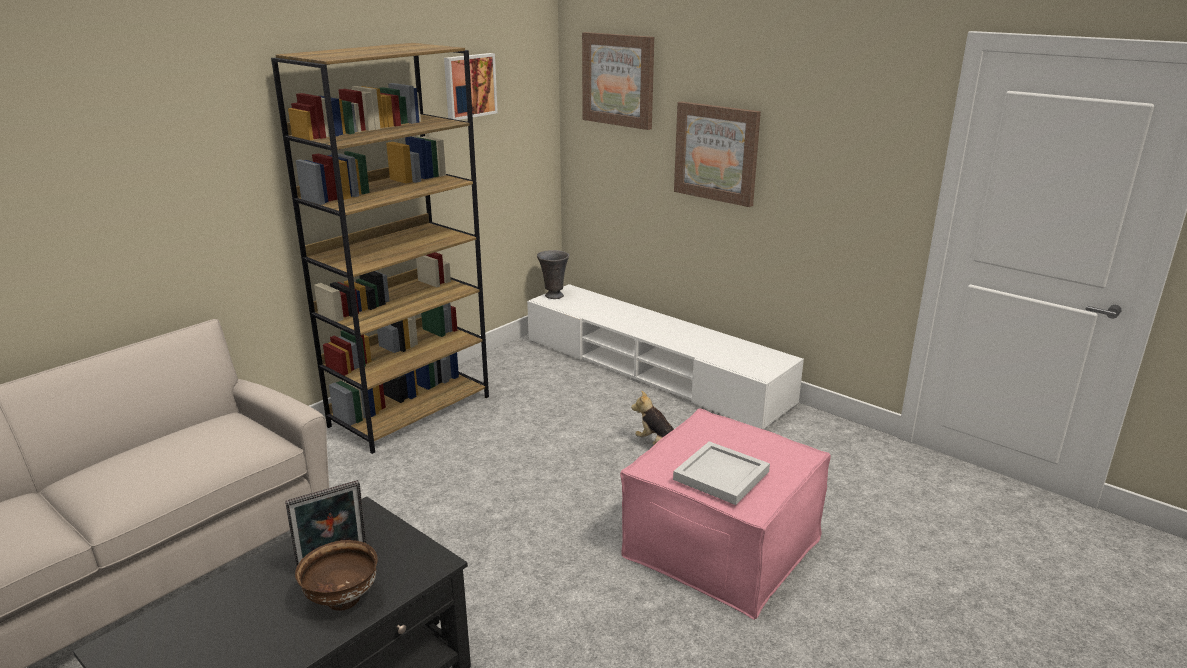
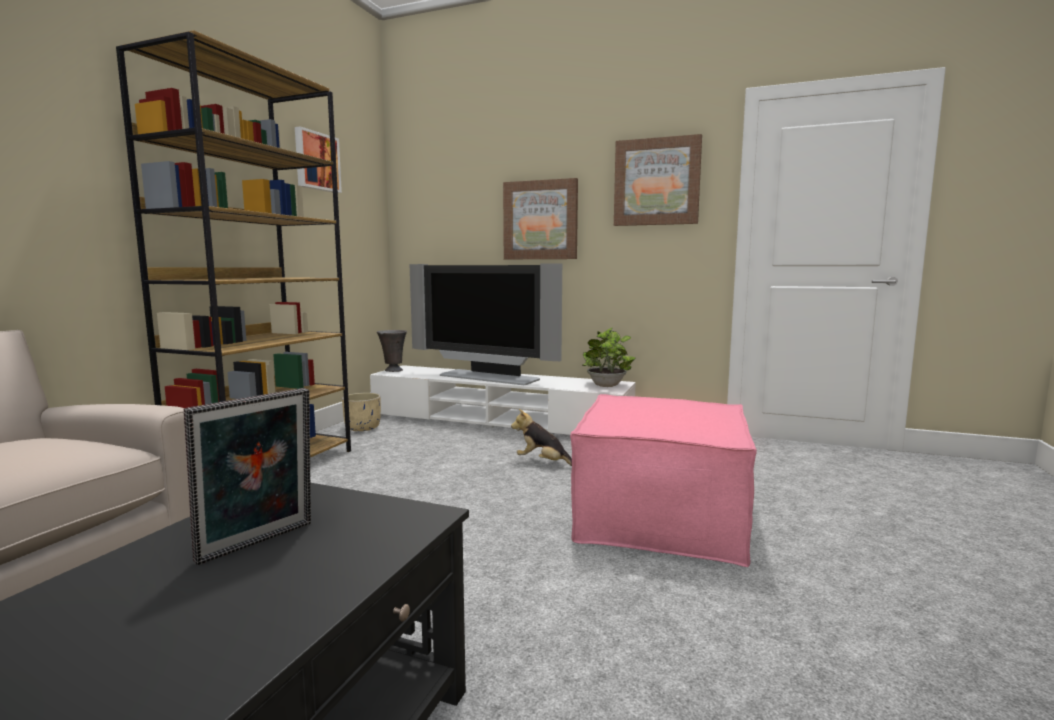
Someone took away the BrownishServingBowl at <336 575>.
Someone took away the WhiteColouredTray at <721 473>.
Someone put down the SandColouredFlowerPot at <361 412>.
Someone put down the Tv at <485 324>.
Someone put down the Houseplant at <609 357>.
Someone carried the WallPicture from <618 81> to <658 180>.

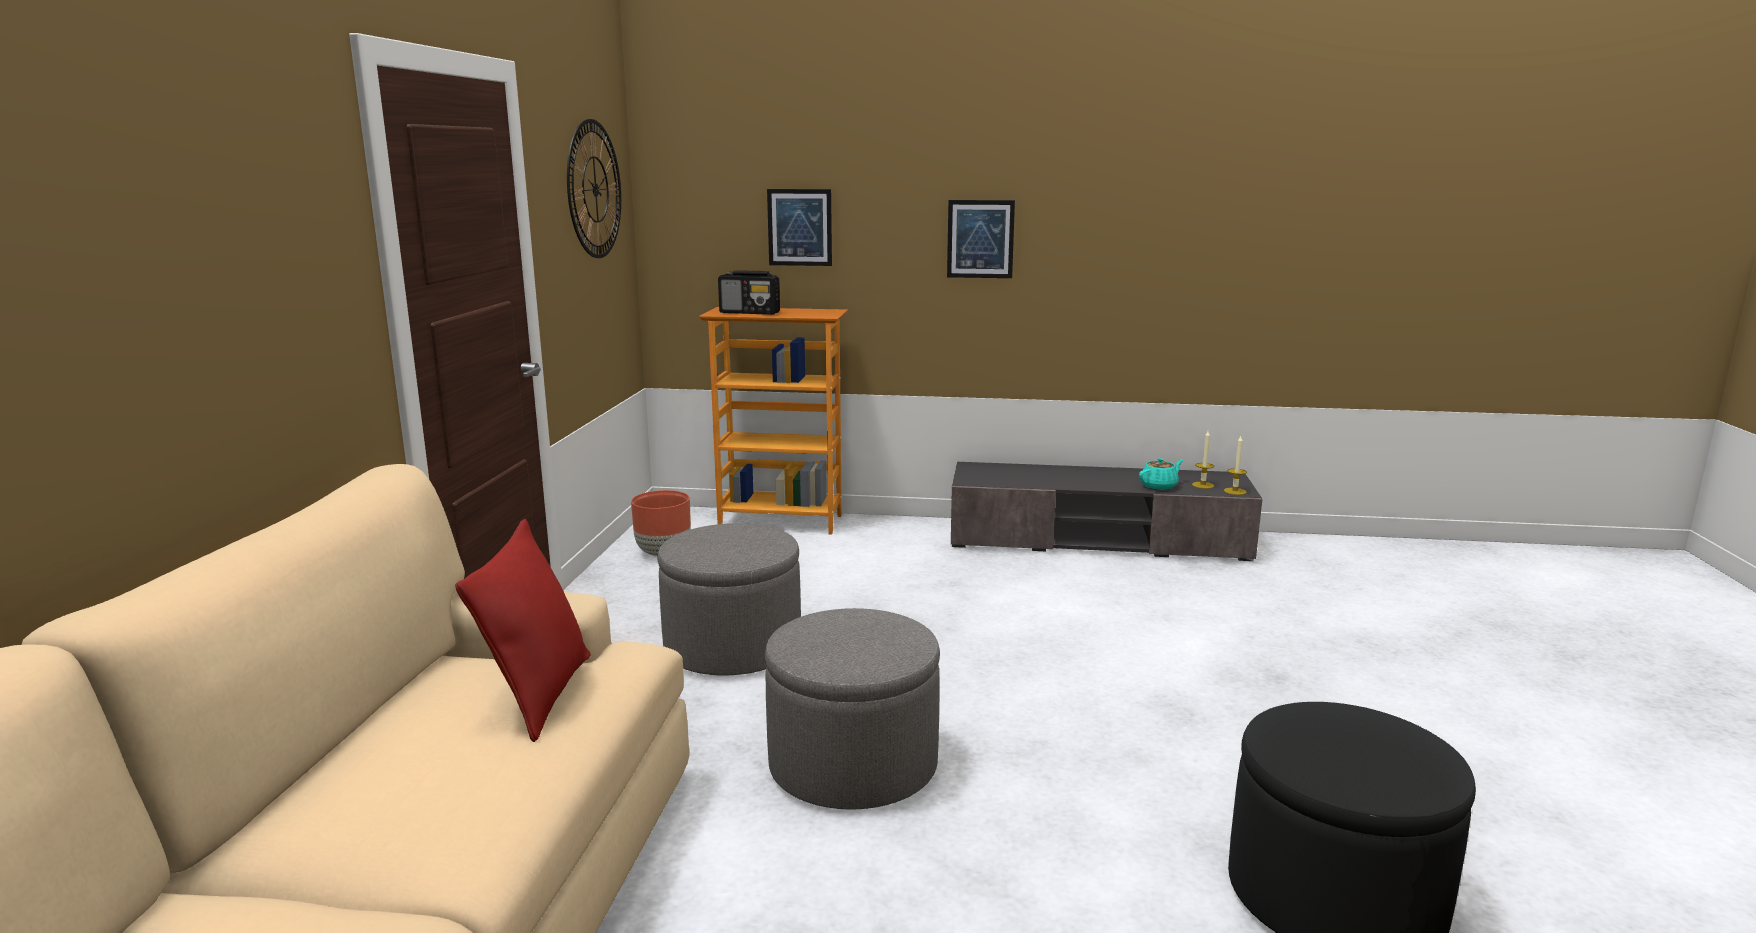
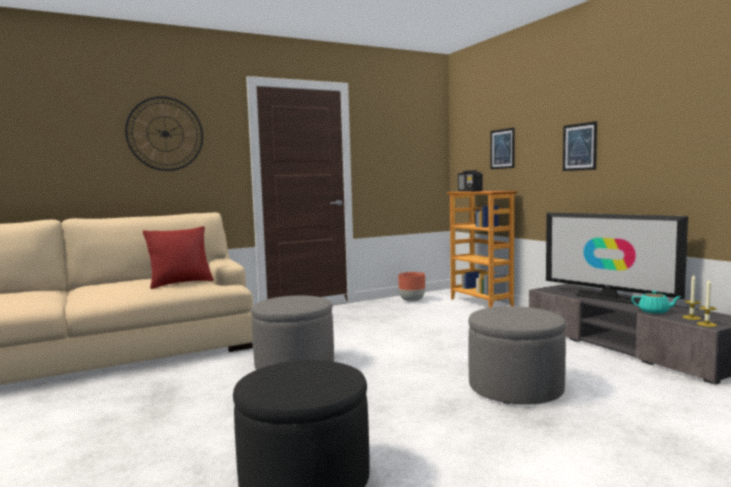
Someone put down the Tv at <617 258>.
Someone carried the WallClock from <594 188> to <164 133>.
Someone carried the GreyishFootrest from <729 599> to <517 355>.

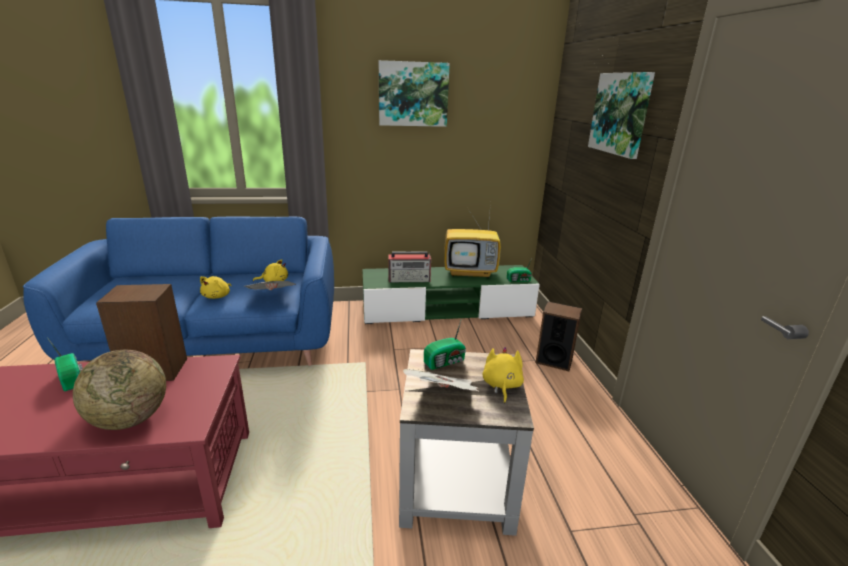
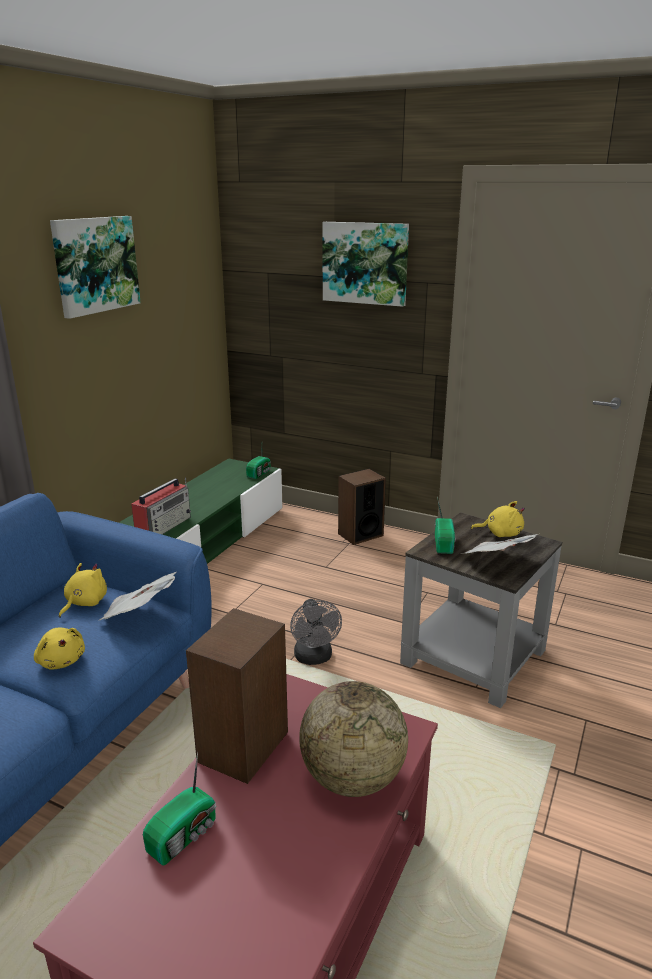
Someone took away the Tv at <472 240>.
Someone put down the GreyishFan at <316 632>.
Someone rotated the RadioSet at <65 364> by 135 degrees clockwise.
Someone rotated the YellowPlushToy at <503 375> by 150 degrees clockwise.

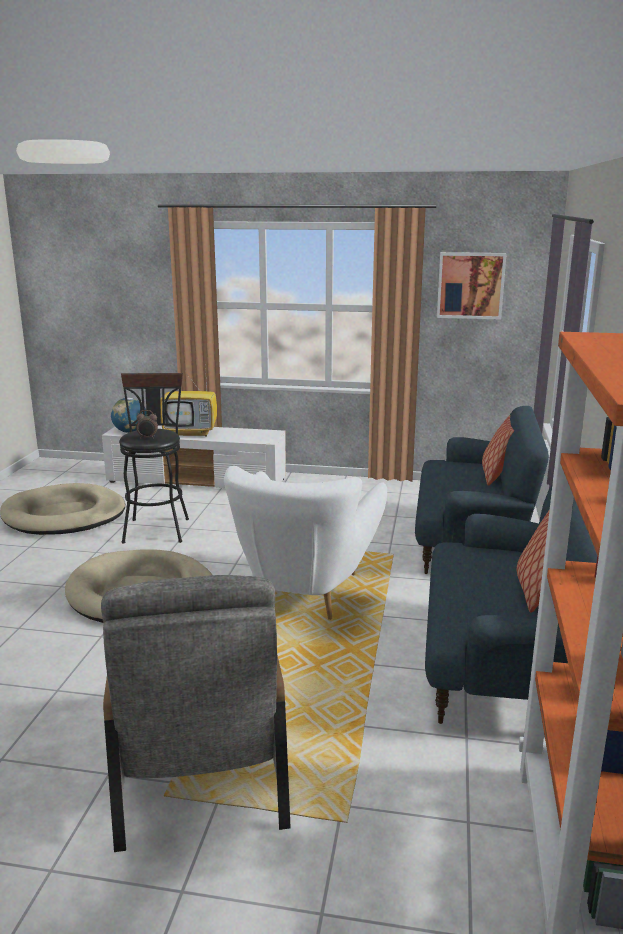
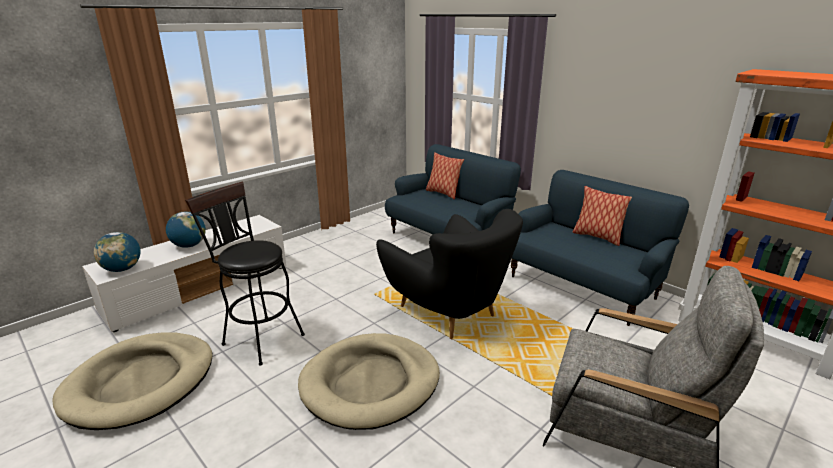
Someone took away the TableClock at <147 424>.
Someone took away the WallPicture at <472 285>.
Someone swapped the Tv at <188 401> for the WorldGlobe at <186 230>.
Someone repainted the WhiteColouredLoungeChair at <305 543>, which became the BlackColouredLoungeChair at <449 274>.

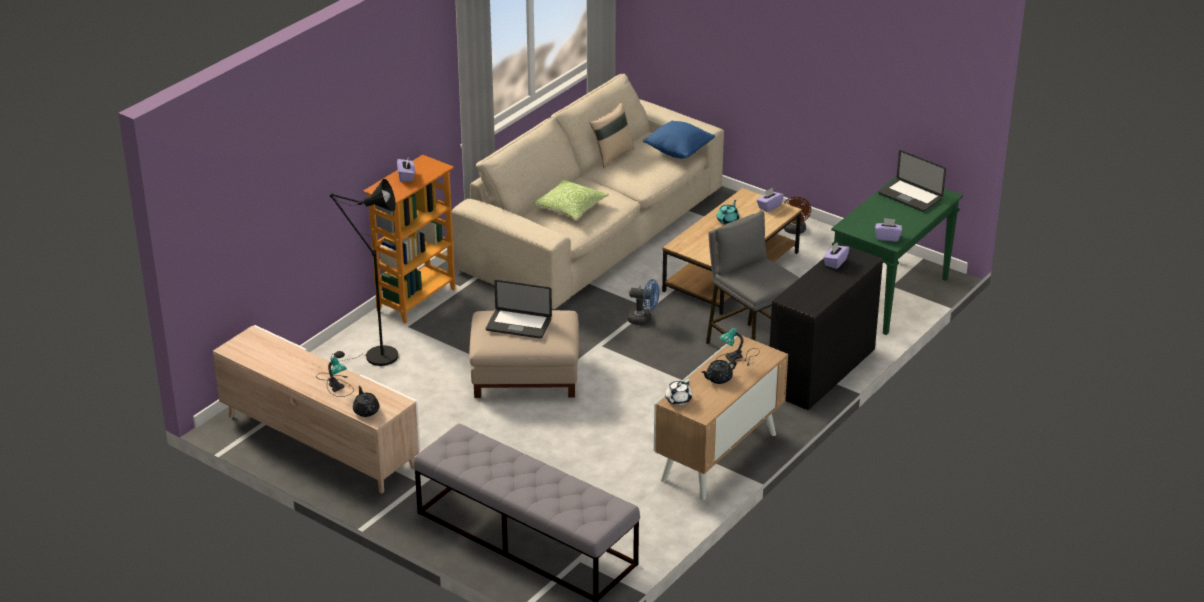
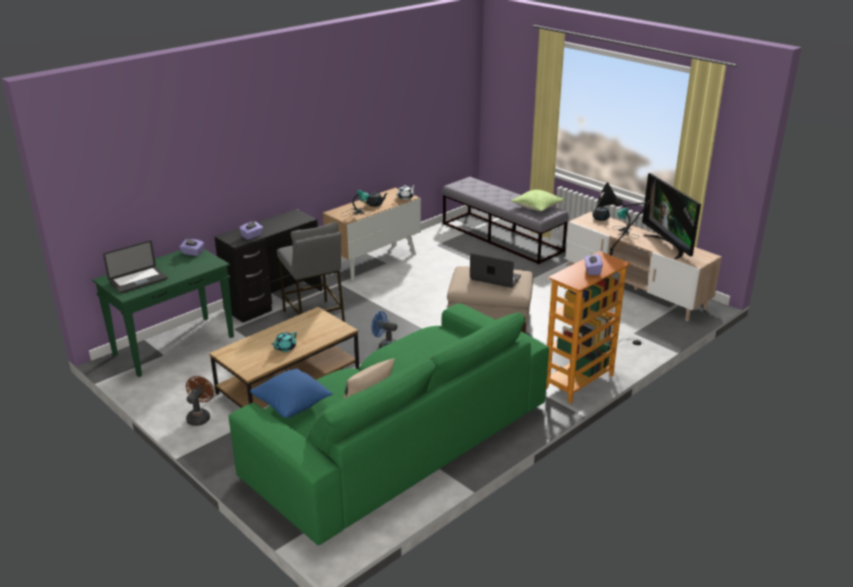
Someone took away the PurpleTissueHolder at <770 200>.
Someone put down the Tv at <671 216>.
Someone carried the Pillow from <570 199> to <537 200>.
Someone repainted the SandColouredSettee at <588 191>, which became the GreenishSettee at <389 424>.
Someone rotated the Laptop at <912 181> by 90 degrees clockwise.

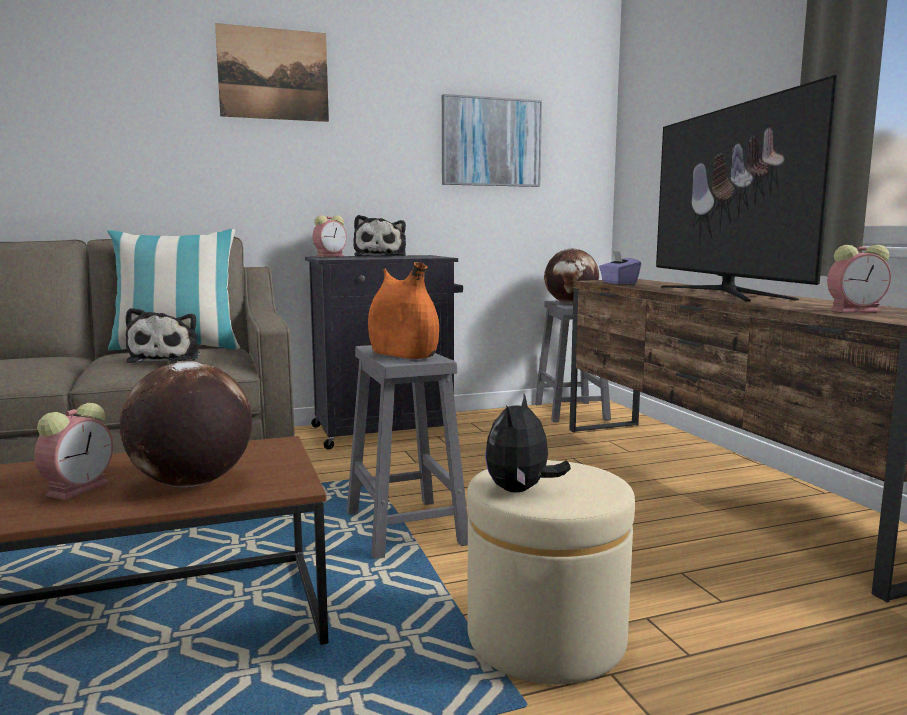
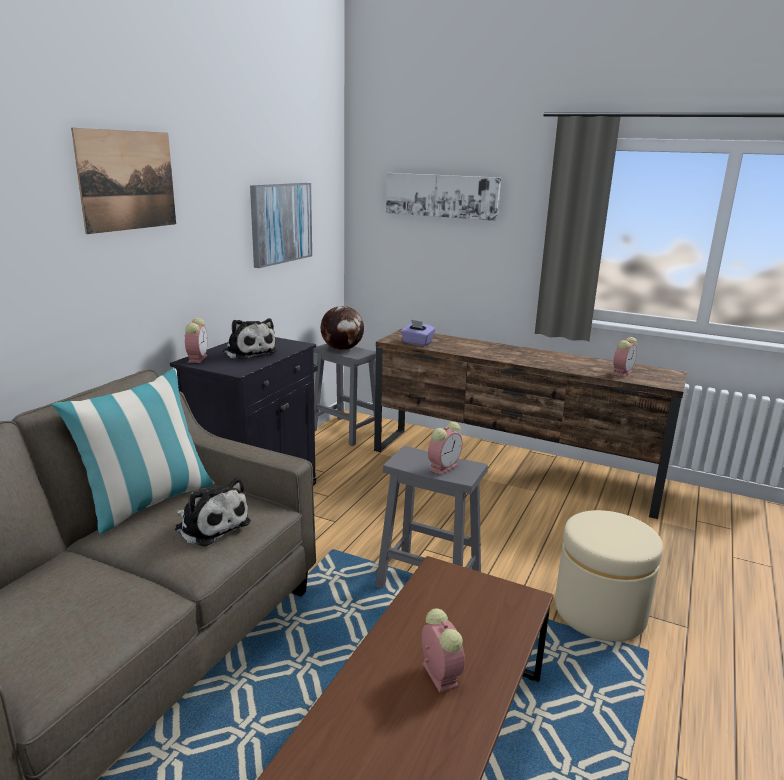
Someone took away the WorldGlobe at <185 424>.
Someone took away the PlushToy at <528 443>.
Someone took away the Tv at <747 188>.
Someone put up the WallPicture at <443 197>.
Someone swapped the OrangeColouredVase at <403 310> for the TableClock at <445 448>.

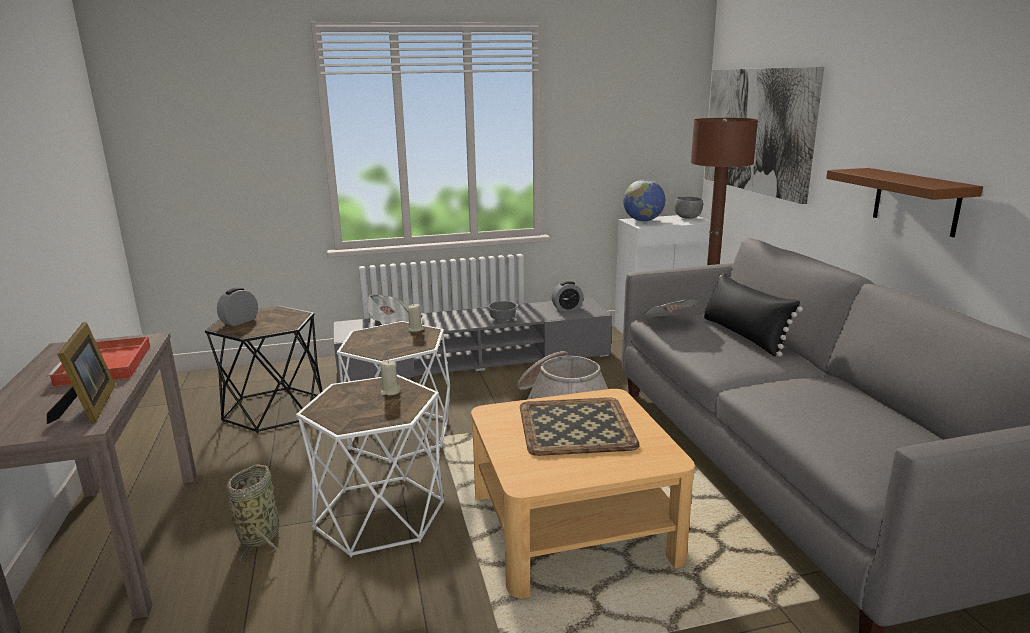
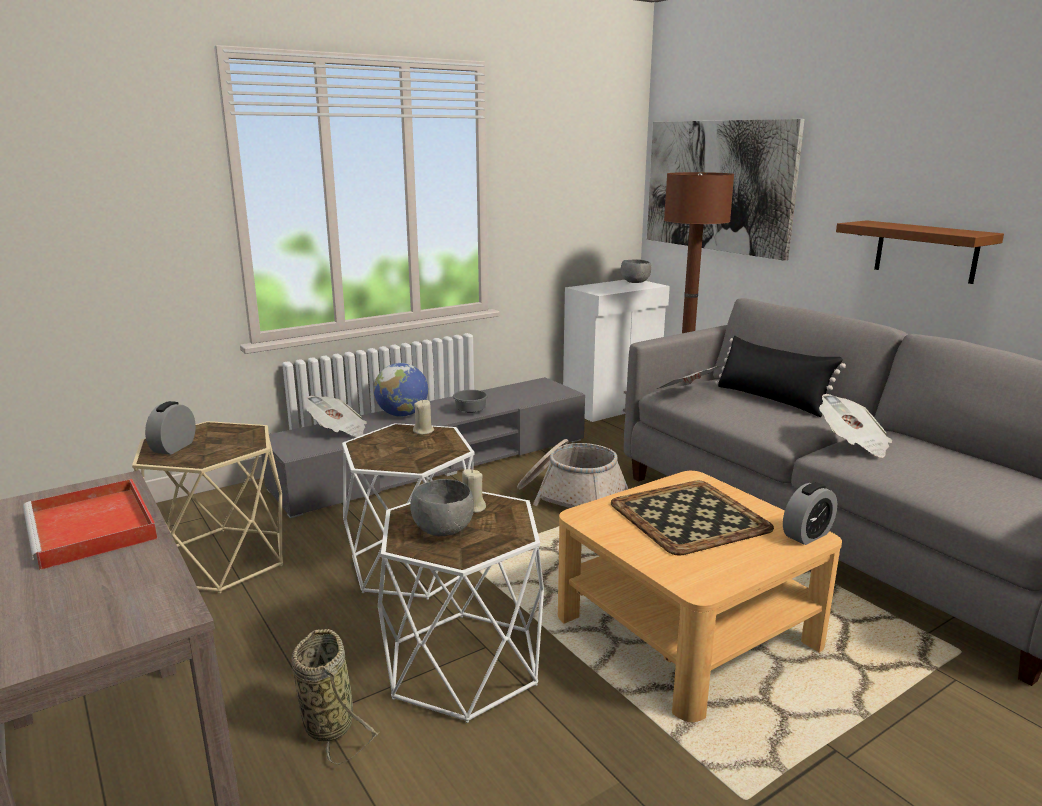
Someone took away the PictureFrame at <81 373>.
Someone put down the GreyishServingBowl at <442 507>.
Someone put down the DailyPaper at <855 426>.
Someone carried the TableClock from <568 296> to <810 513>.
Someone carried the WorldGlobe from <644 200> to <401 390>.
Someone repainted the BlackColouredAccentTable at <263 369>, which became the SandColouredAccentTable at <207 507>.

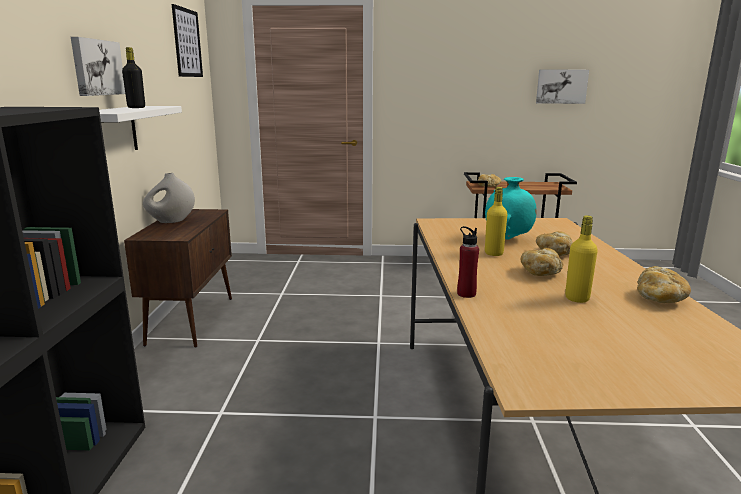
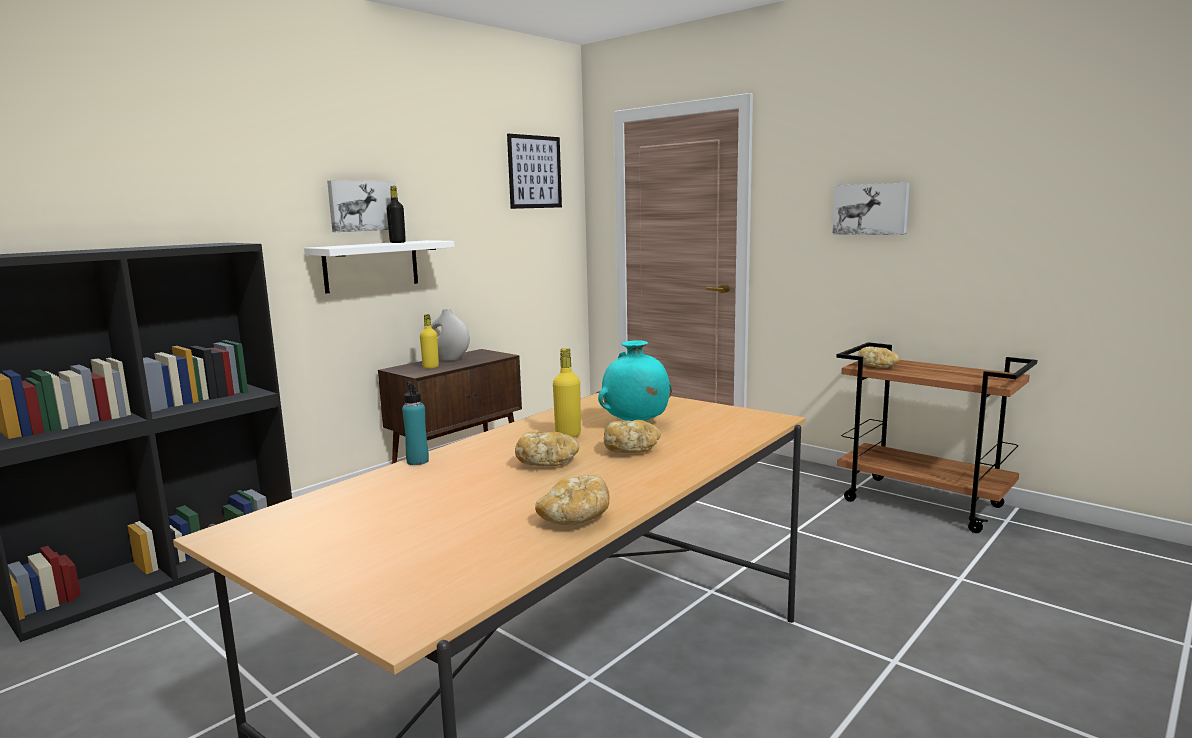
Someone carried the WallPicture from <562 86> to <871 209>.
Someone carried the YellowBottle from <581 259> to <429 341>.
Someone repainted the ReddishBottle at <468 262>, which became the TurquoiseBottle at <415 423>.

